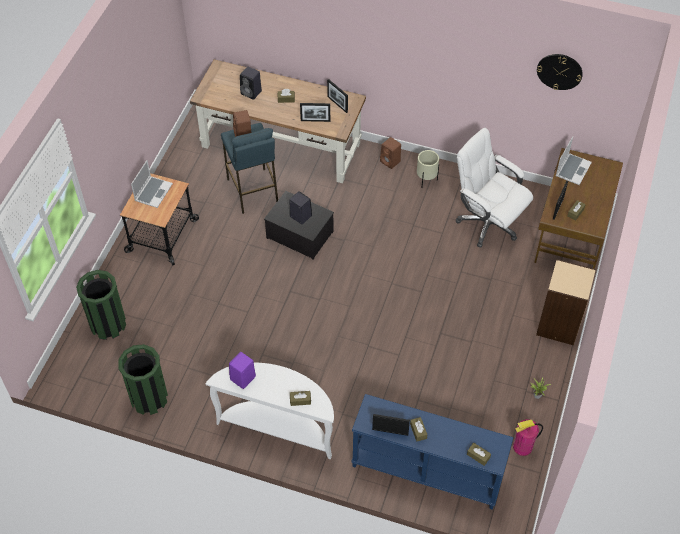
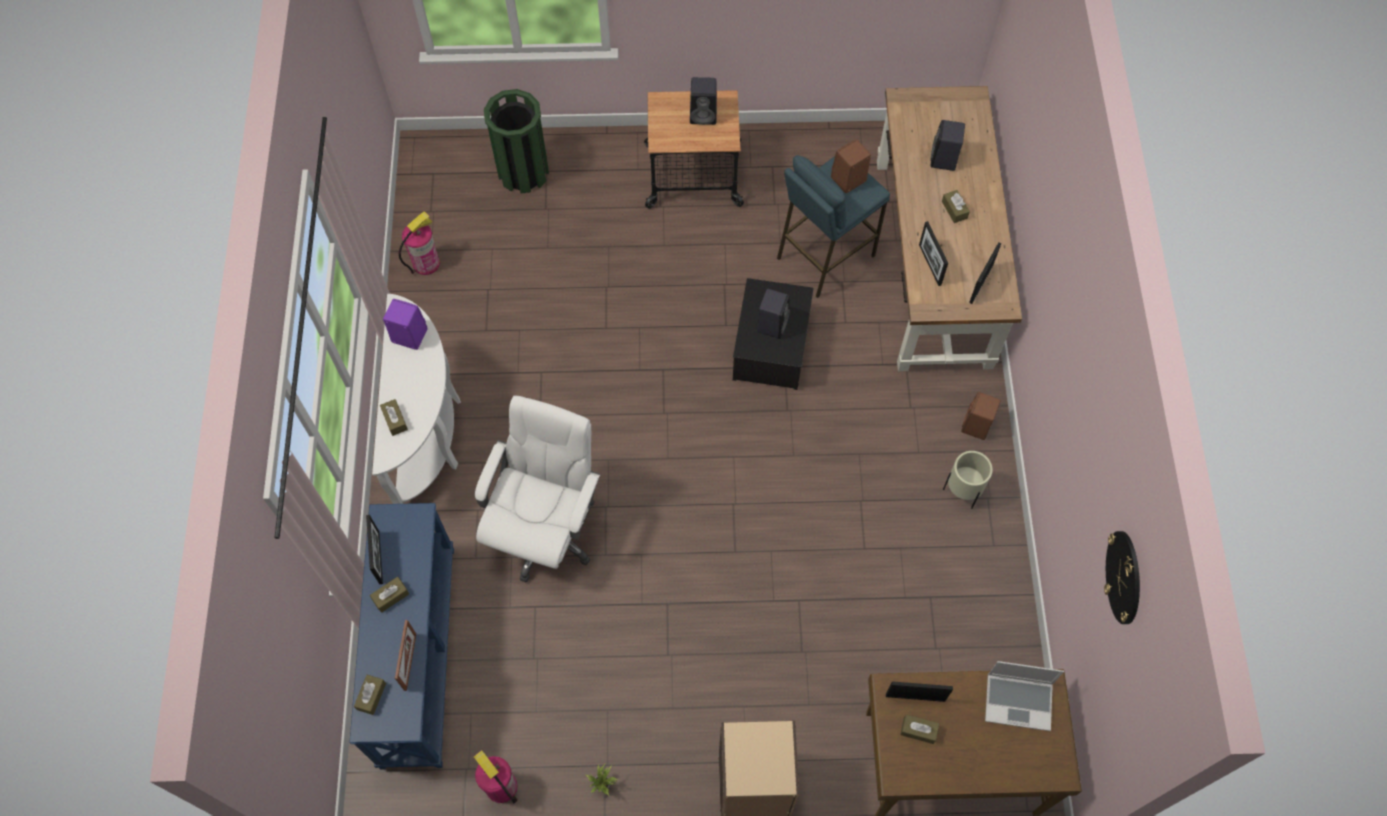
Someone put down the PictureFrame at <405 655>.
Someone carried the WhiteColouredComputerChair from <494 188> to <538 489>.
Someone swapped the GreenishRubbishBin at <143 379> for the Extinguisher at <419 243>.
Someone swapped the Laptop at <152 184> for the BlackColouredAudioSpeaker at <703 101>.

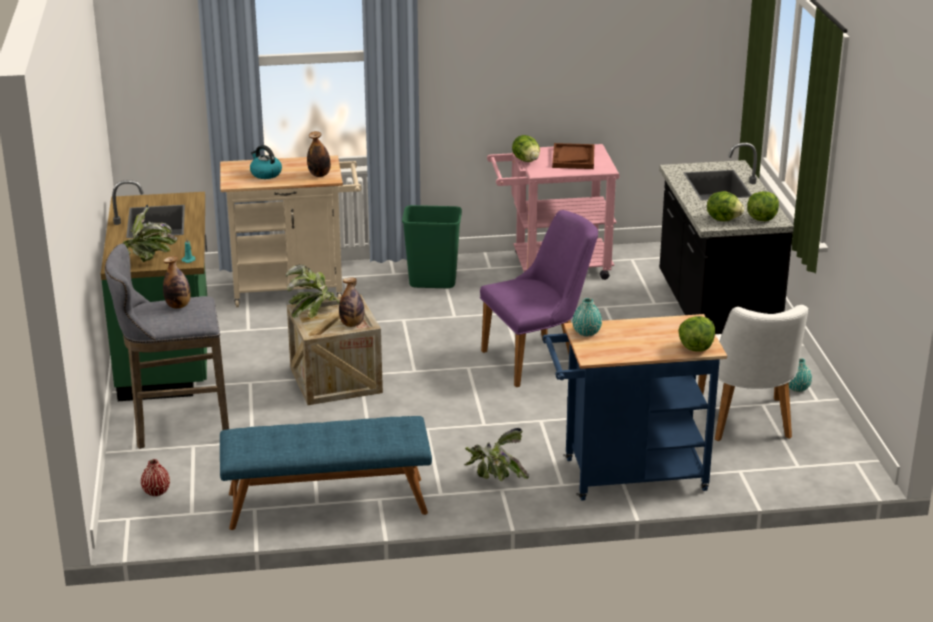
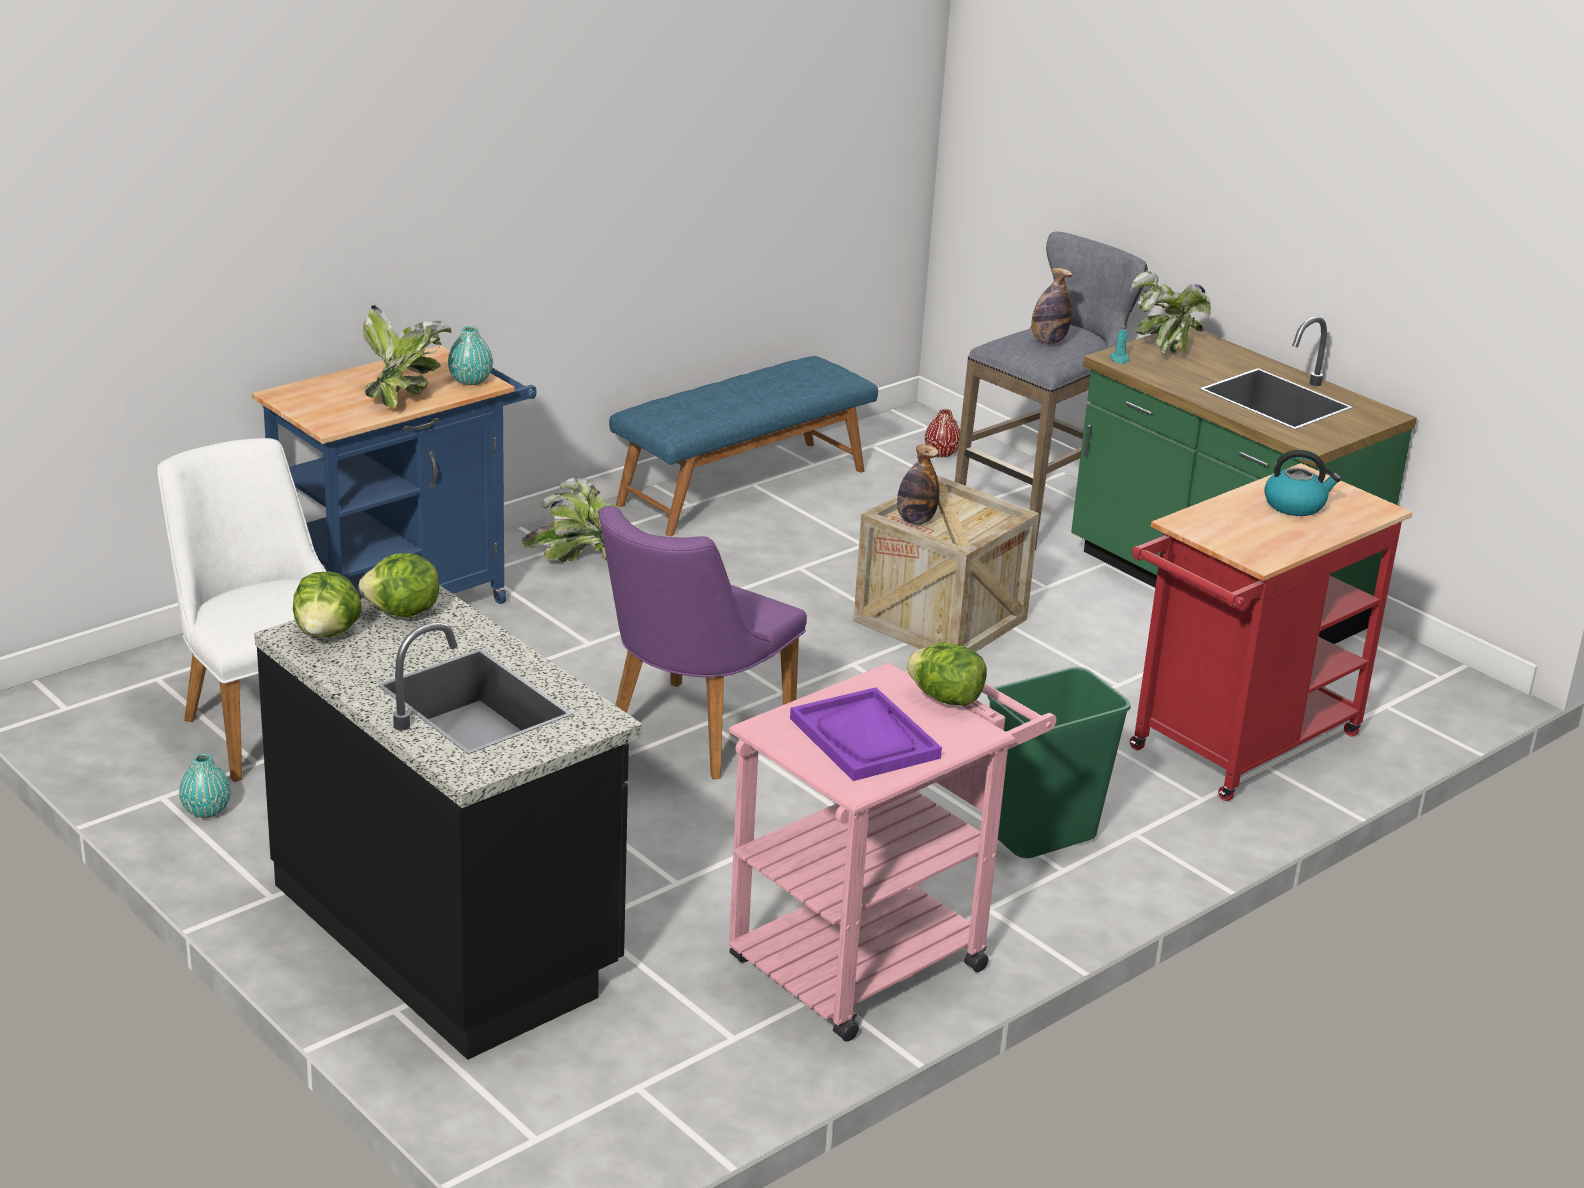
Someone took away the Bottle at <319 154>.
Someone took away the HeadOfLettuce at <696 334>.
Someone carried the Houseplant from <313 292> to <407 356>.
Someone repainted the SandColouredTrolley at <291 231>, which became the ReddishTrolley at <1271 632>.
Someone repainted the BrownishTray at <573 156>, which became the PurpleTray at <866 734>.

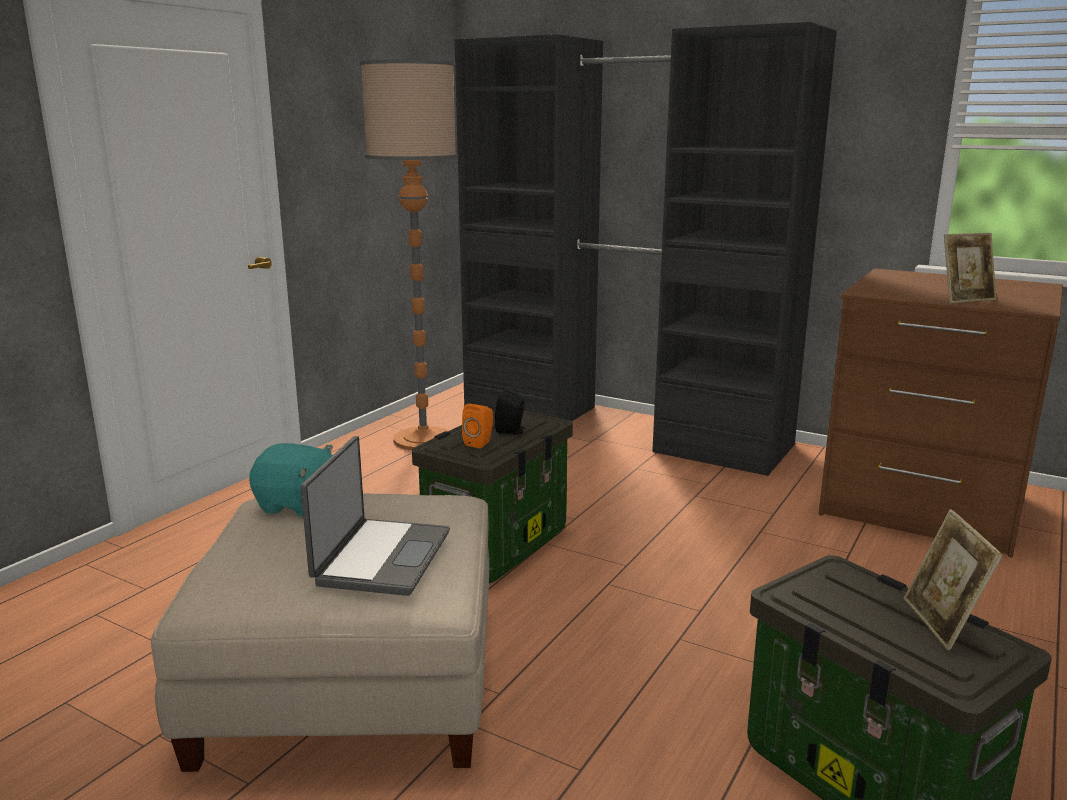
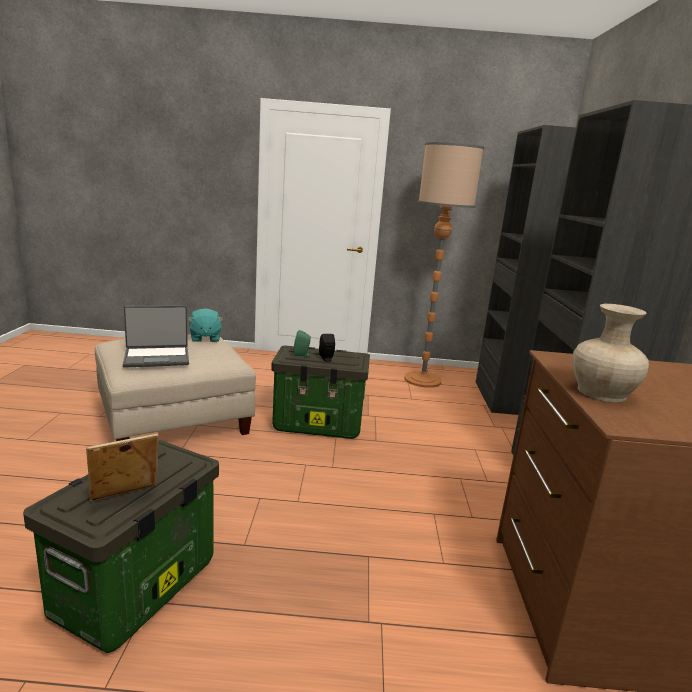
Someone swapped the PictureFrame at <970 268> for the SandColouredVase at <610 353>.
Someone repainted the OrangeColouredAudioSpeaker at <477 425>, which became the GreenishAudioSpeaker at <302 343>.

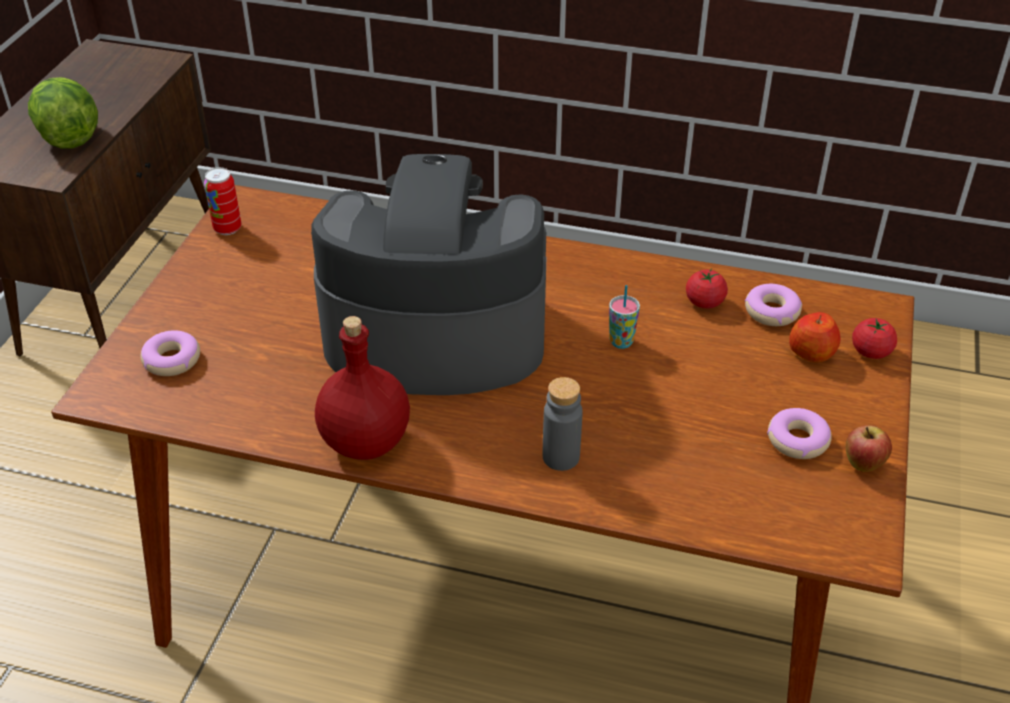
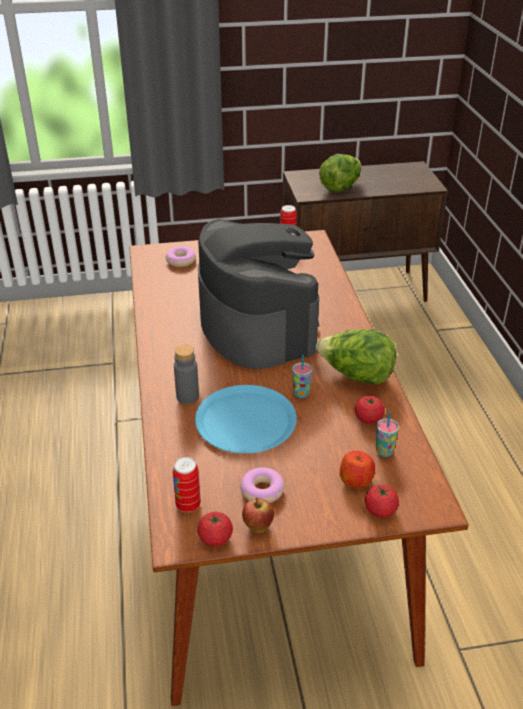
Someone took away the ReddishBottle at <362 388>.
Someone put down the SealedCan at <187 484>.
Someone put down the BlueColouredFlatDish at <246 419>.
Someone put down the Tomato at <215 529>.
Someone put down the HeadOfLettuce at <356 356>.
Someone swapped the Donut at <773 305> for the Cup at <387 434>.

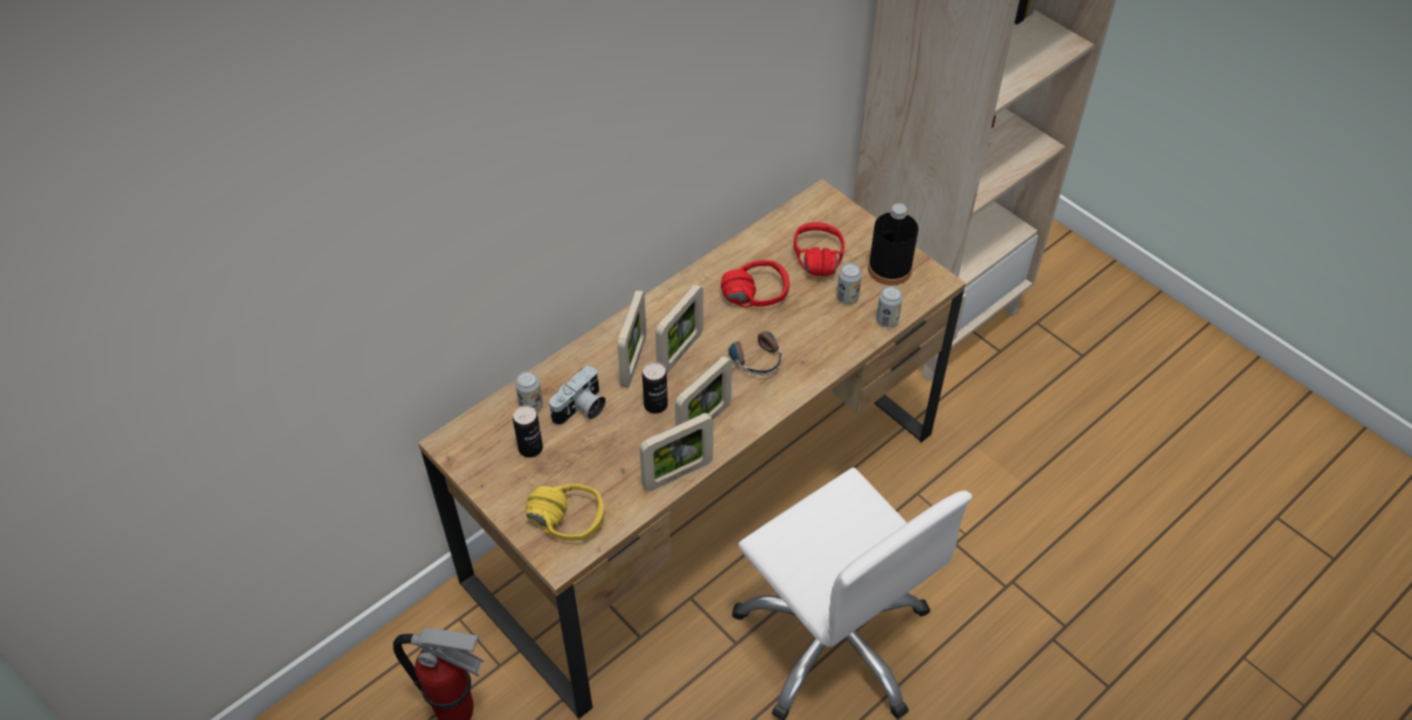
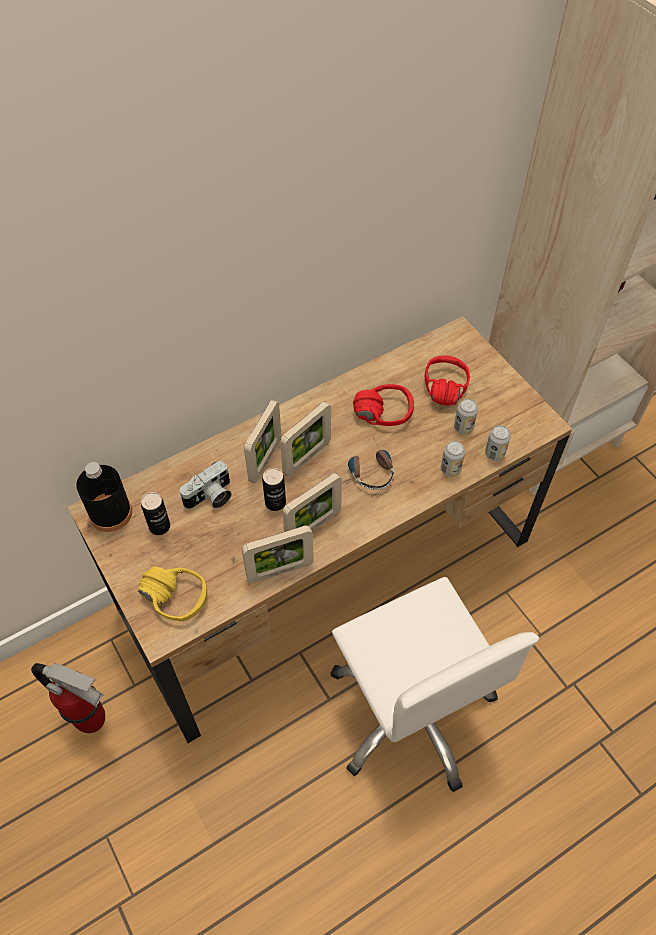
Someone carried the SealedCan from <529 391> to <453 459>.
Someone carried the BlackColouredBottle from <893 244> to <104 497>.

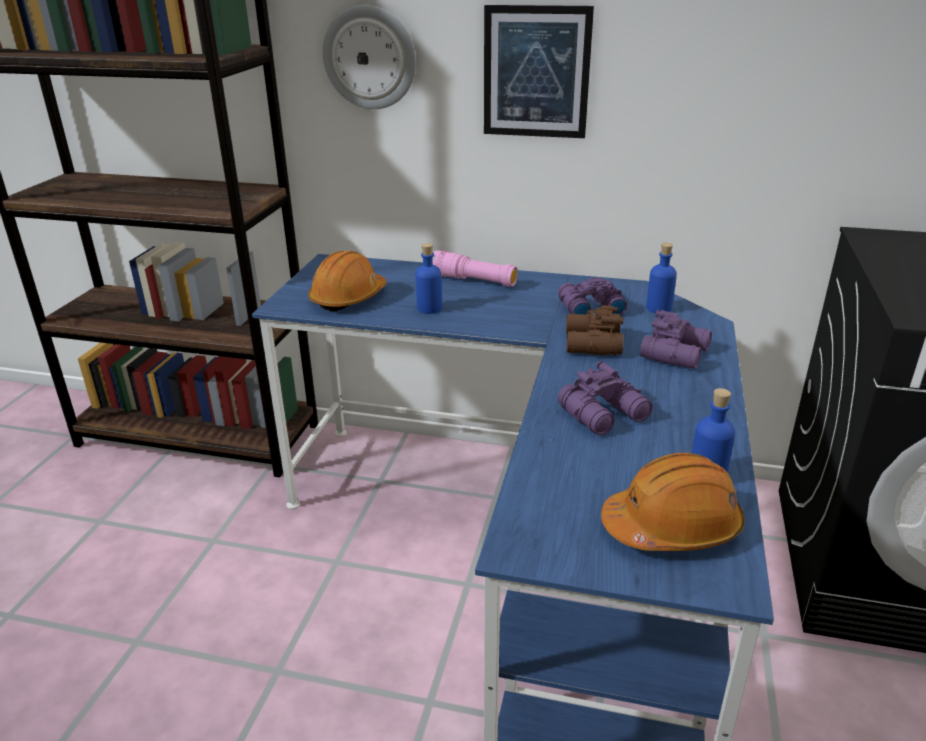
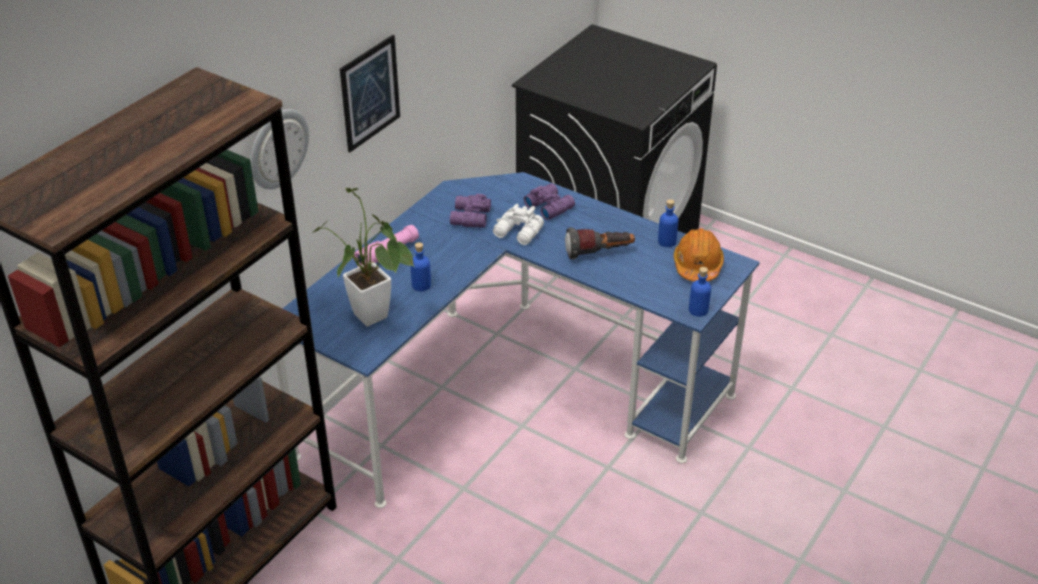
Someone carried the BlueColouredBottle from <661 278> to <700 292>.
Someone swapped the OrangeColouredWorkHelmet at <347 281> for the Houseplant at <363 257>.
Someone swapped the PurpleFieldGlasses at <605 398> for the Torch at <600 243>.
Someone repainted the BrownishFieldGlasses at <594 330>, which became the WhiteColouredFieldGlasses at <518 224>.

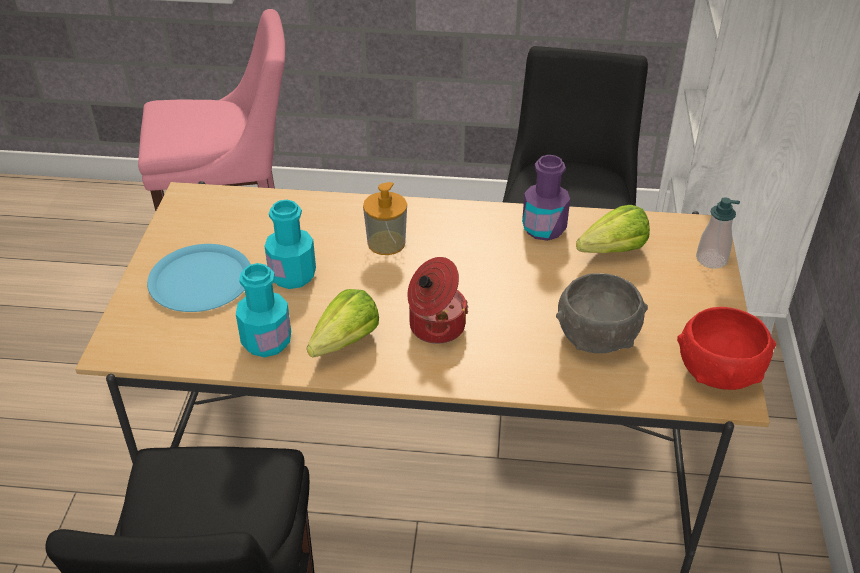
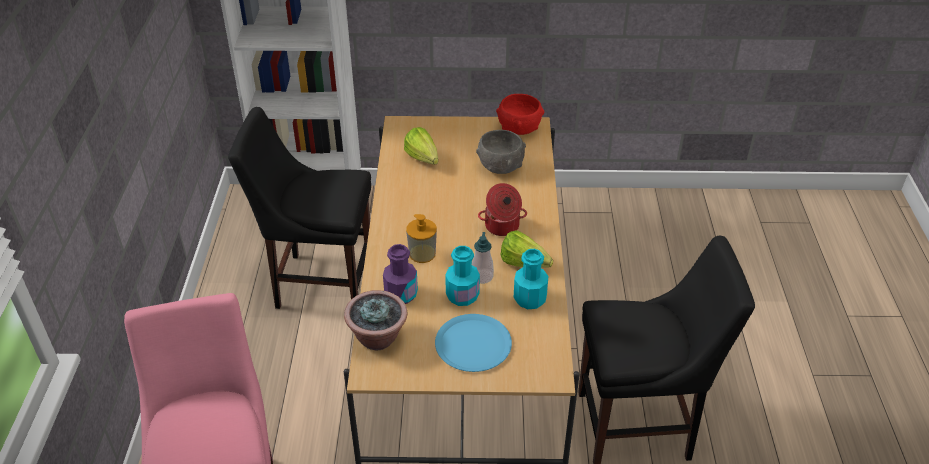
Someone put down the Houseplant at <375 320>.
Someone carried the PurpleBottle from <546 198> to <400 274>.
Someone carried the SoapBottle from <718 233> to <483 258>.

